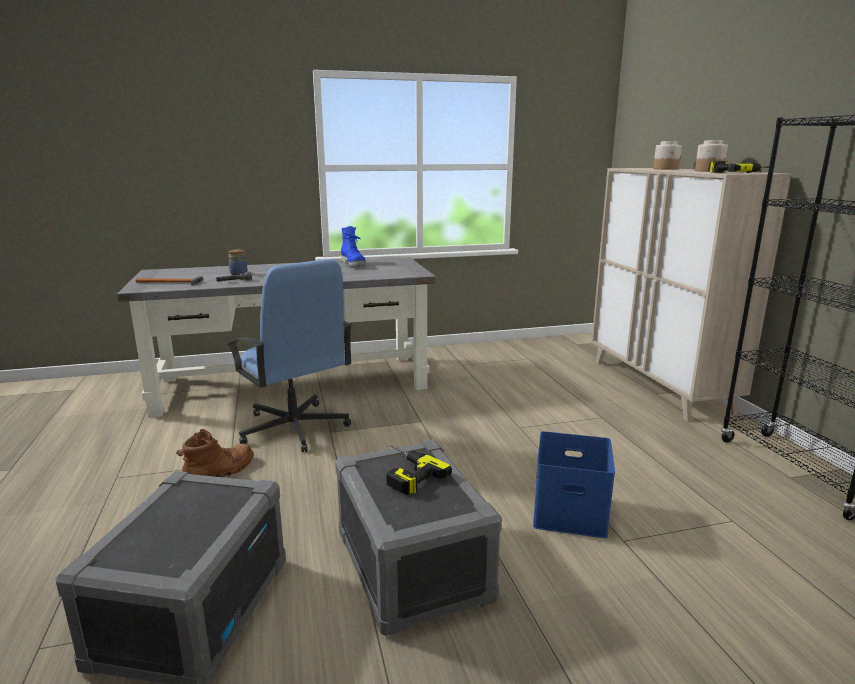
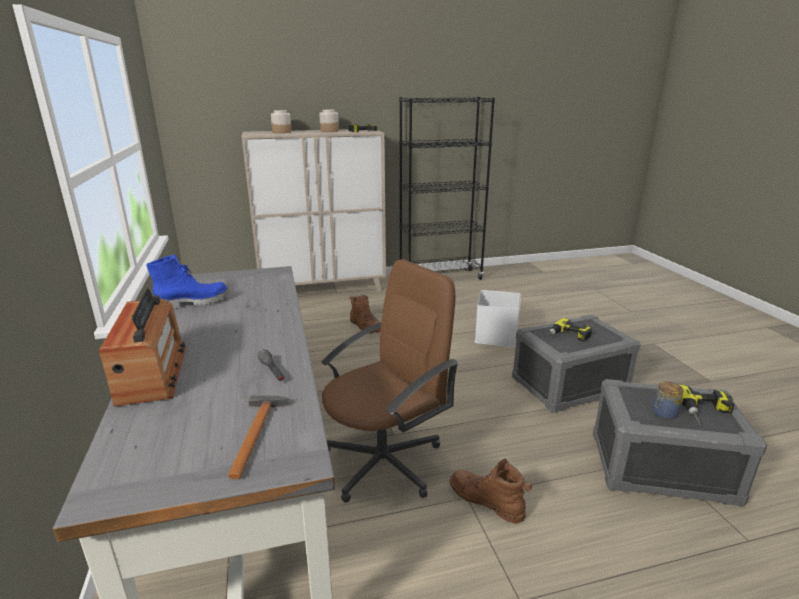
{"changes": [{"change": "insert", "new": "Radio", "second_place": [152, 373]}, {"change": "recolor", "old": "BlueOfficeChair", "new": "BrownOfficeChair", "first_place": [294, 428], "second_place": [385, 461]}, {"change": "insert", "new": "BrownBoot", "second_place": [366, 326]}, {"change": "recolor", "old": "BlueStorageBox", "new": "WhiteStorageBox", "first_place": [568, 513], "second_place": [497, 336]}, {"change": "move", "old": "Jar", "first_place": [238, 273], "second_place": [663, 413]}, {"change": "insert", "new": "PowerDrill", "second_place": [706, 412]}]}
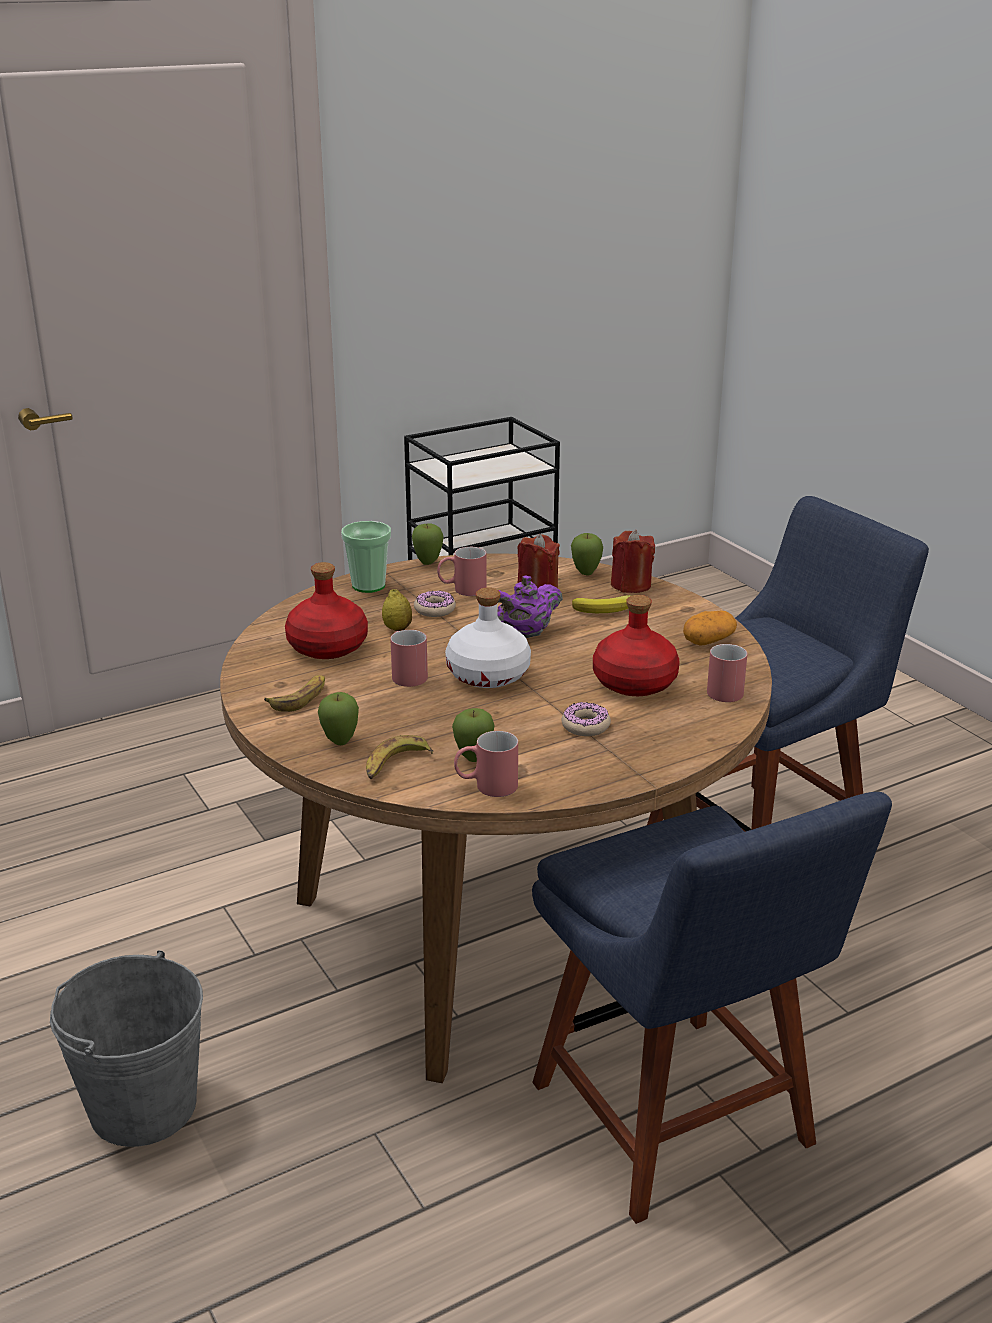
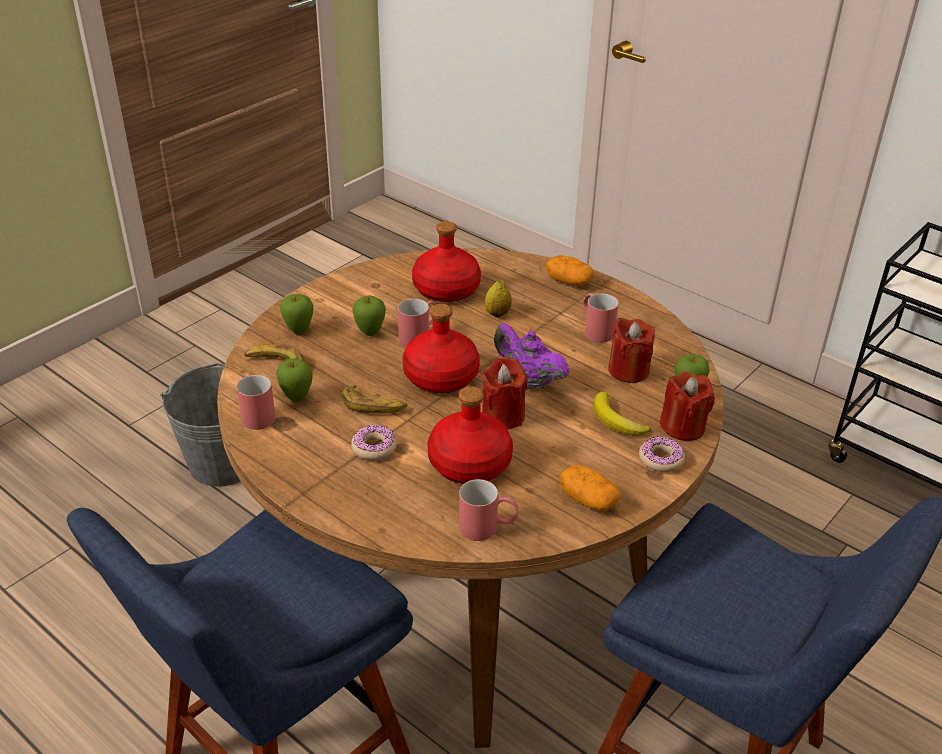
{"changes": [{"change": "move", "old": "Banana", "first_place": [300, 698], "second_place": [374, 406]}, {"change": "move", "old": "Apple", "first_place": [428, 563], "second_place": [370, 333]}, {"change": "recolor", "old": "WhiteBottle", "new": "RedBottle", "first_place": [488, 675], "second_place": [440, 377]}, {"change": "insert", "new": "RedCandle", "second_place": [503, 416]}, {"change": "replace", "old": "Cup", "new": "Potato", "first_place": [368, 586], "second_place": [568, 282]}, {"change": "move", "old": "Donut", "first_place": [434, 609], "second_place": [661, 459]}]}
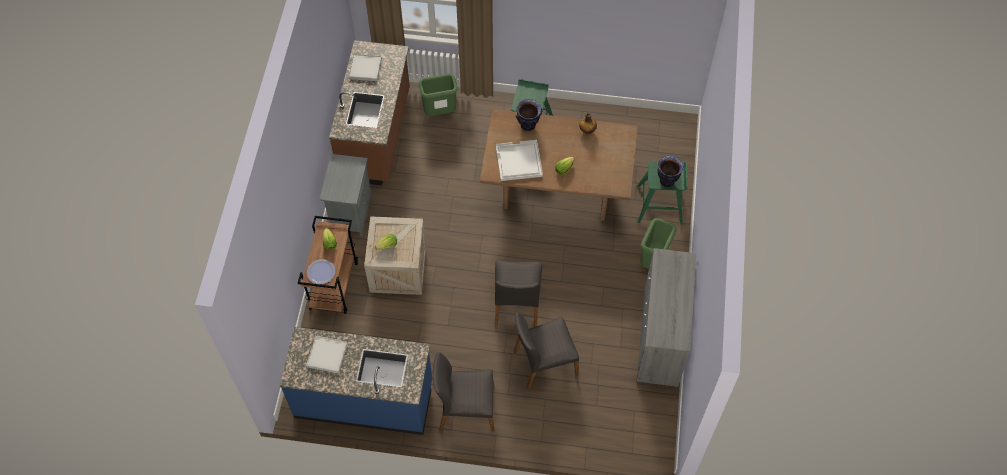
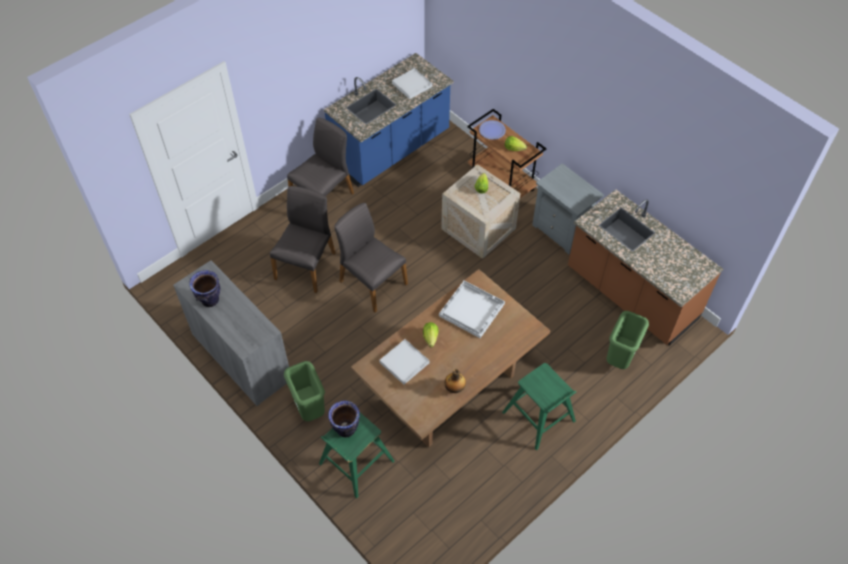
{"changes": [{"change": "move", "old": "Vase", "first_place": [528, 125], "second_place": [210, 300]}, {"change": "move", "old": "WhiteTray", "first_place": [365, 68], "second_place": [404, 363]}]}
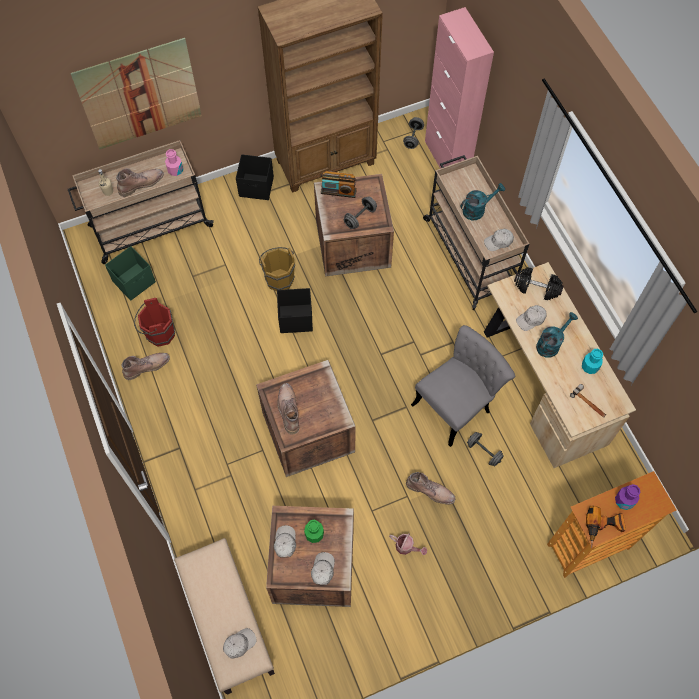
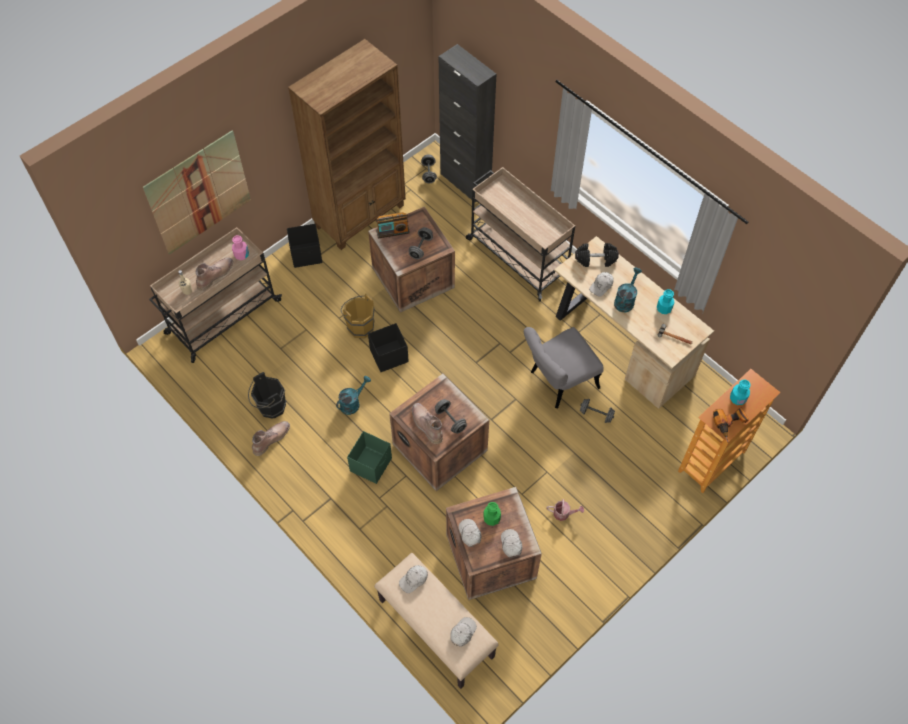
{"changes": [{"change": "recolor", "old": "RedBucket", "new": "BlackBucket", "first_place": [158, 334], "second_place": [270, 408]}, {"change": "move", "old": "TurquoiseWateringCan", "first_place": [477, 209], "second_place": [352, 403]}, {"change": "move", "old": "GreenStorageBox", "first_place": [135, 282], "second_place": [371, 464]}, {"change": "move", "old": "WhiteCap", "first_place": [498, 242], "second_place": [414, 580]}, {"change": "insert", "new": "GreyDumbbell", "second_place": [450, 420]}, {"change": "recolor", "old": "PinkCabinet", "new": "BlackCabinet", "first_place": [447, 158], "second_place": [465, 182]}, {"change": "rotate", "old": "GreyChair", "first_place": [457, 404], "second_place": [558, 382], "degrees": -150}, {"change": "recolor", "old": "PurpleBottle", "new": "TurquoiseBottle", "first_place": [624, 500], "second_place": [737, 398]}, {"change": "delete", "old": "BrownBoot", "first_place": [430, 490]}]}
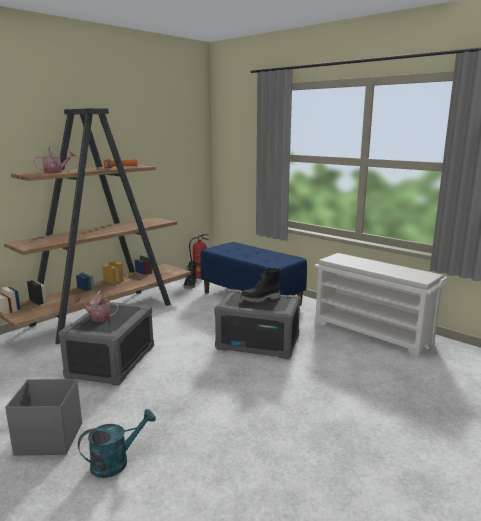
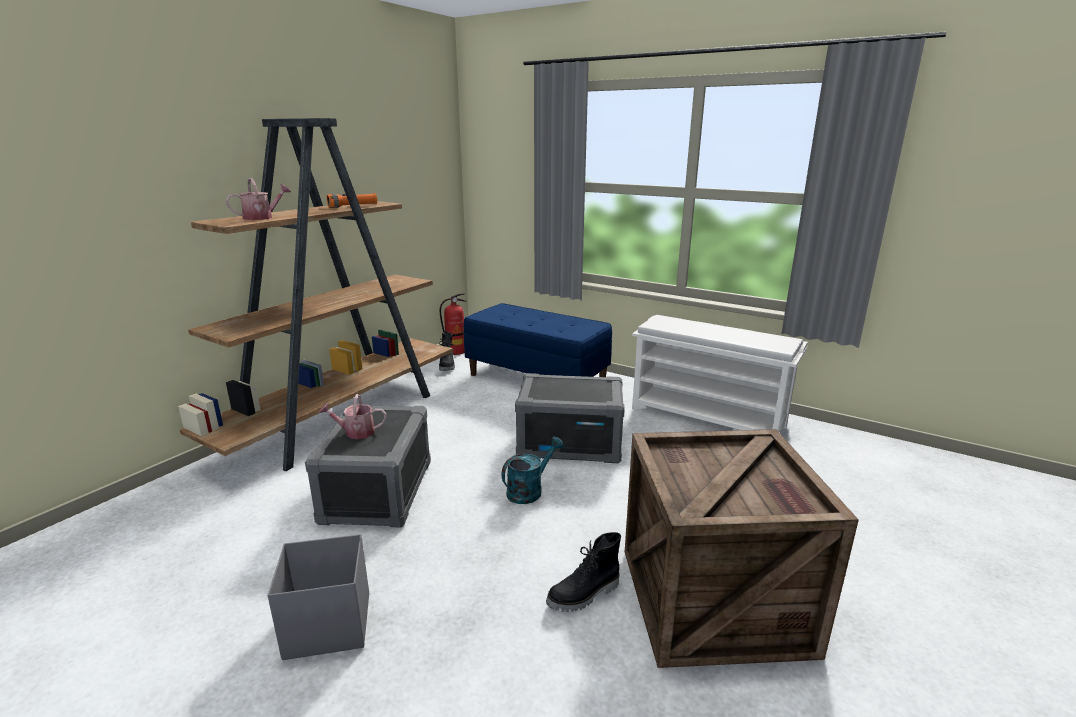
{"changes": [{"change": "move", "old": "TurquoiseWateringCan", "first_place": [116, 462], "second_place": [529, 490]}, {"change": "move", "old": "BlackBoot", "first_place": [260, 299], "second_place": [584, 595]}, {"change": "insert", "new": "Crate", "second_place": [716, 601]}]}
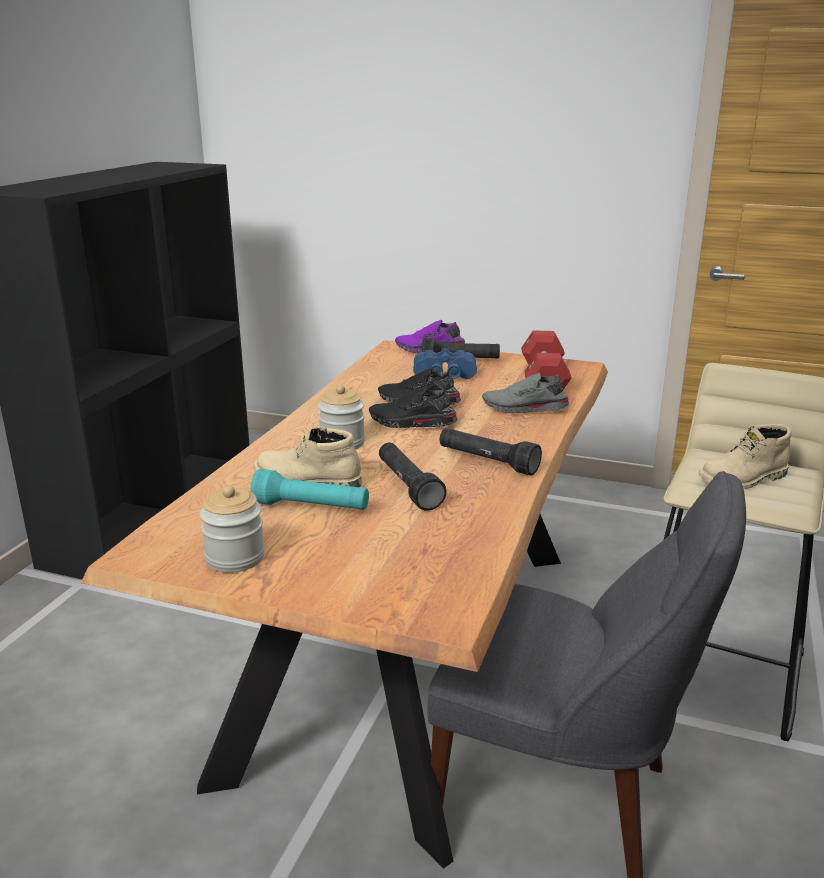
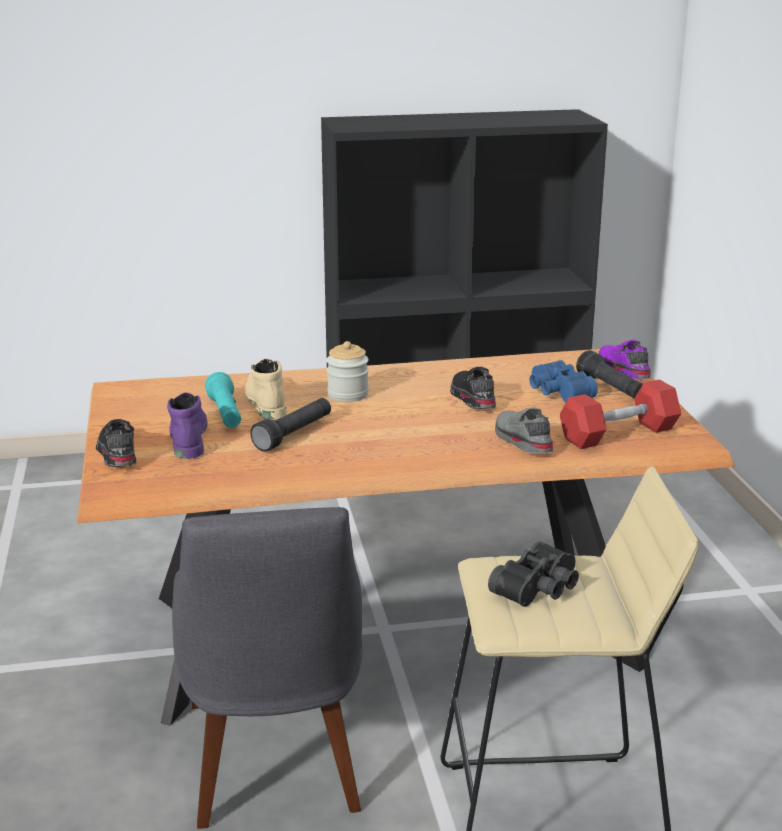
{"changes": [{"change": "move", "old": "BlackShoe", "first_place": [412, 423], "second_place": [117, 453]}, {"change": "insert", "new": "PurpleBoot", "second_place": [187, 438]}, {"change": "replace", "old": "BeigeBoot", "new": "BlackBinoculars", "first_place": [744, 479], "second_place": [539, 589]}, {"change": "delete", "old": "Jar", "first_place": [235, 558]}, {"change": "delete", "old": "BlackFlashlight", "first_place": [487, 462]}]}
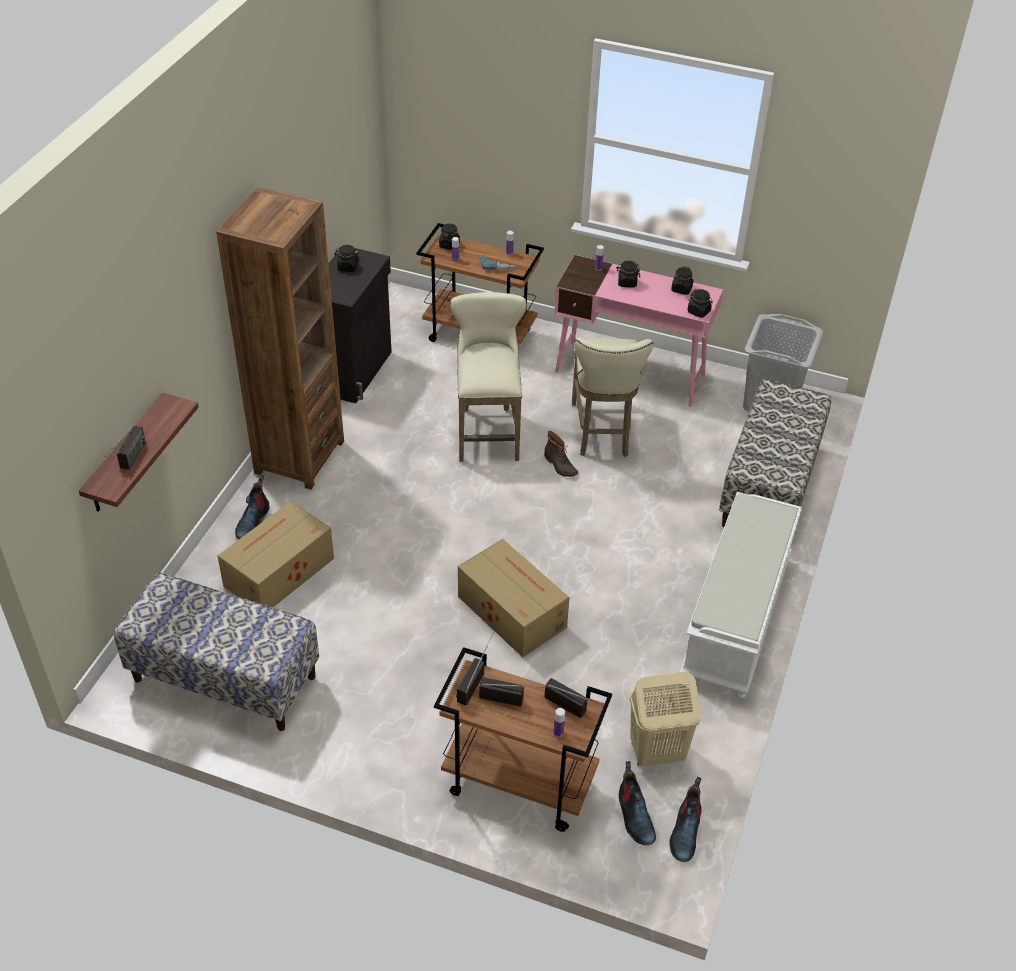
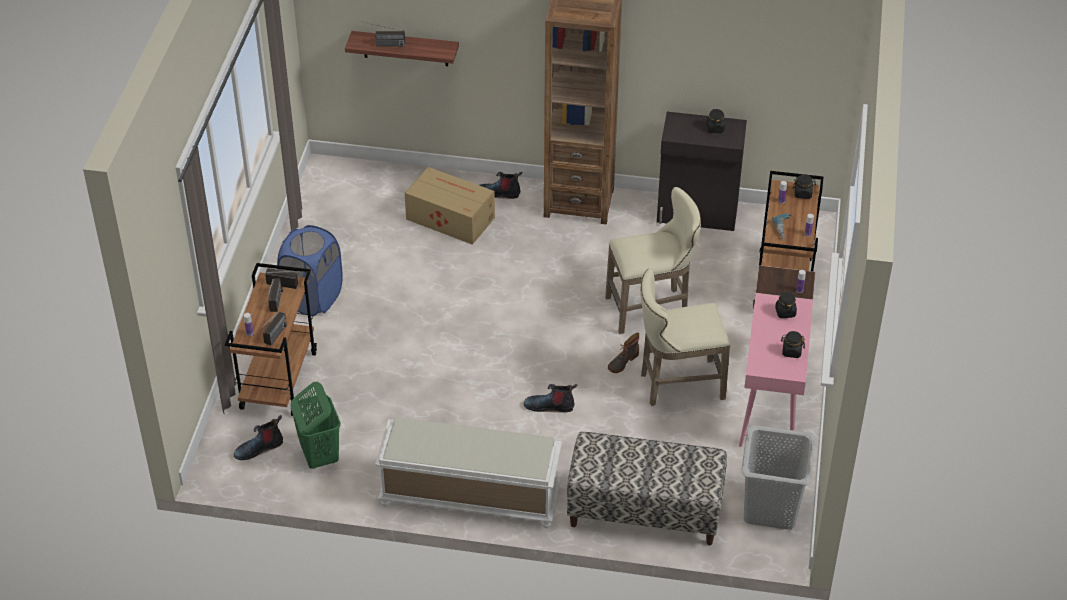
{"changes": [{"change": "insert", "new": "BlueLaundryBasket", "second_place": [313, 298]}, {"change": "recolor", "old": "BeigeLaundryBasket", "new": "GreenLaundryBasket", "first_place": [656, 752], "second_place": [319, 455]}, {"change": "move", "old": "Boot", "first_place": [685, 832], "second_place": [550, 406]}, {"change": "delete", "old": "Bench", "first_place": [224, 679]}, {"change": "delete", "old": "CardboardBox", "first_place": [511, 610]}, {"change": "delete", "old": "BlackJar", "first_place": [699, 311]}]}
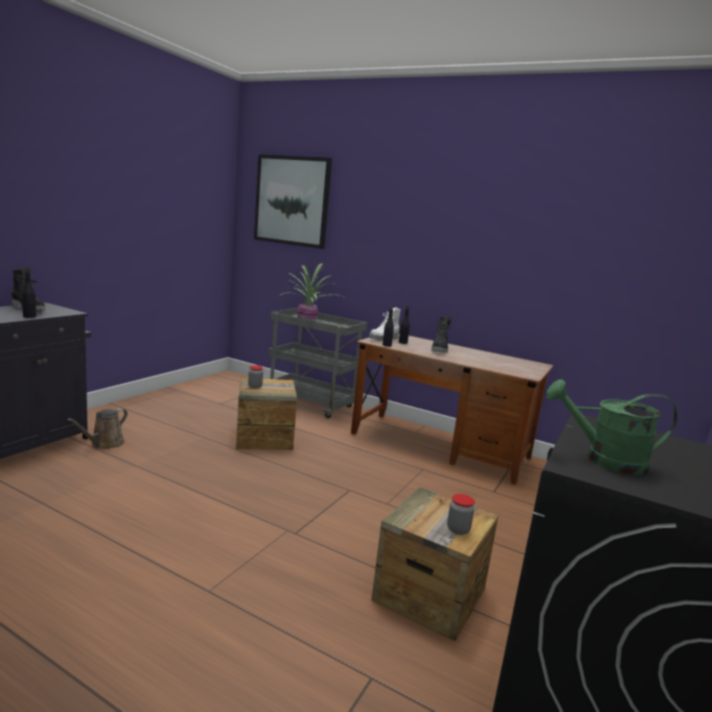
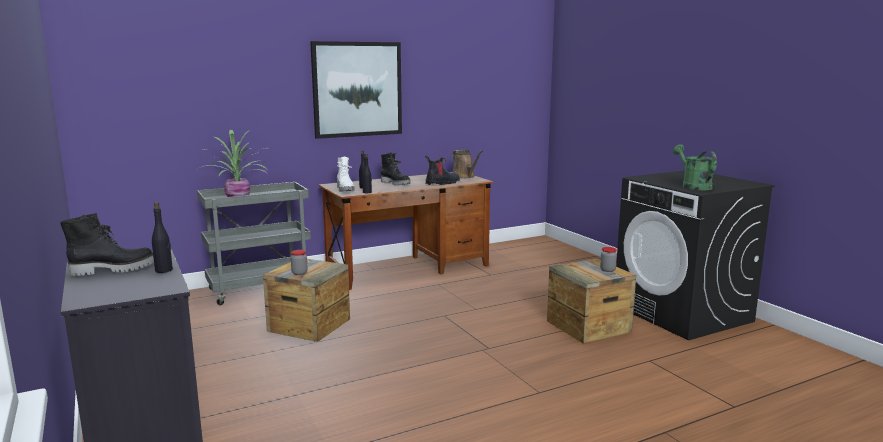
{"changes": [{"change": "move", "old": "Picture", "first_place": [292, 201], "second_place": [357, 89]}, {"change": "insert", "new": "Boot", "second_place": [442, 183]}, {"change": "move", "old": "BrownWateringCan", "first_place": [105, 444], "second_place": [464, 176]}, {"change": "rotate", "old": "GreenWateringCan", "first_place": [605, 460], "second_place": [693, 186], "degrees": 120}]}
